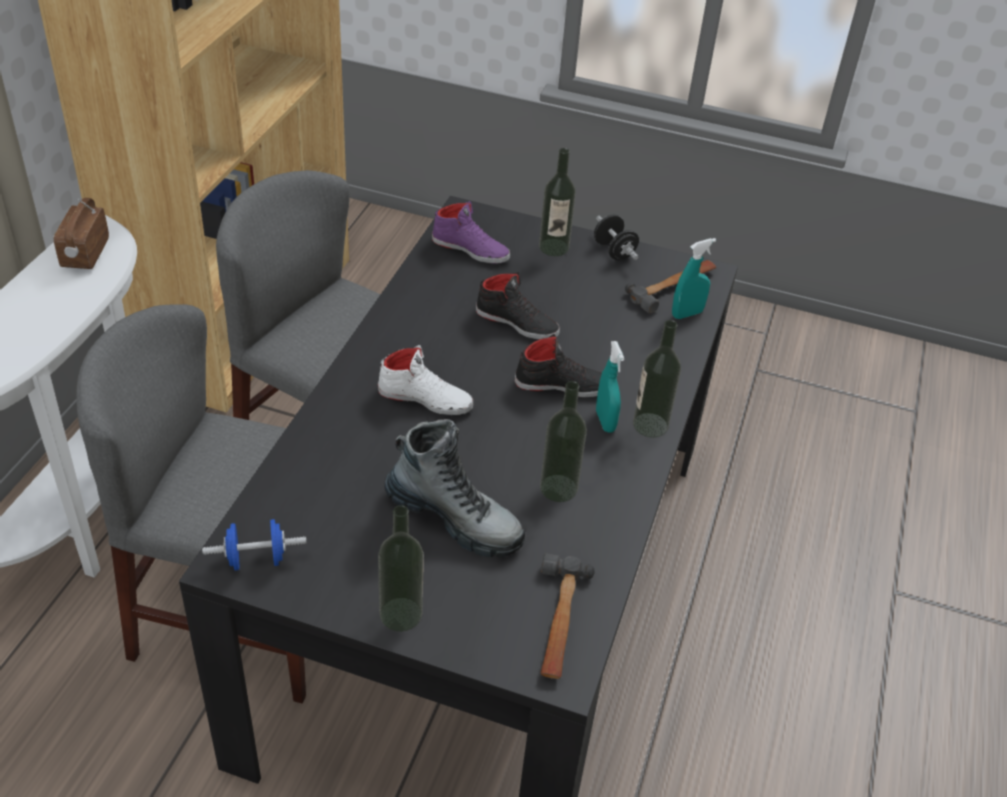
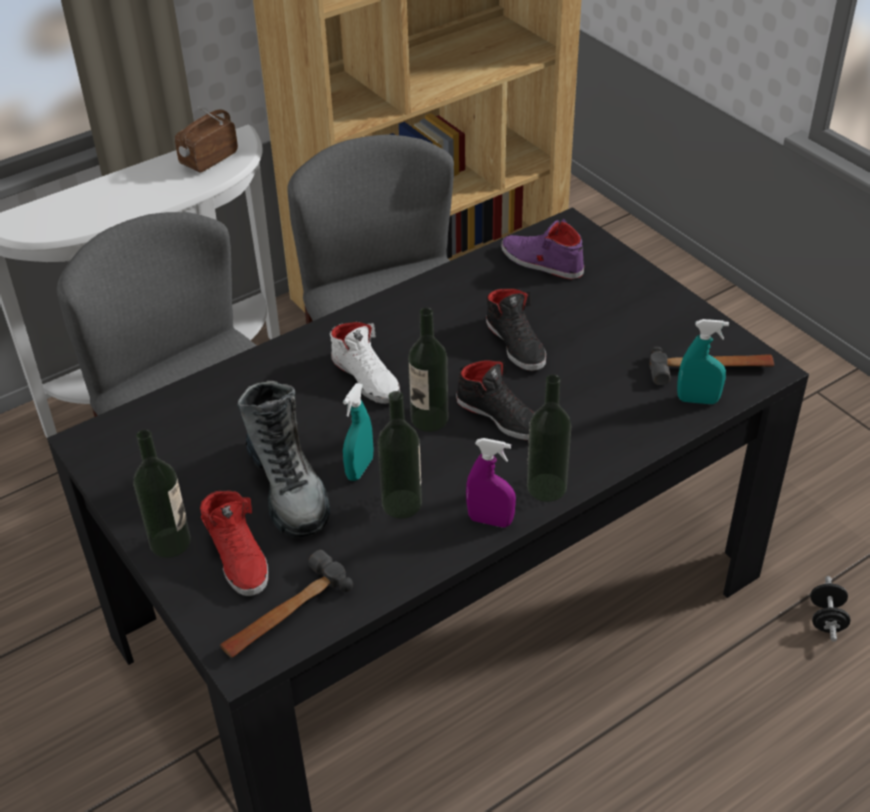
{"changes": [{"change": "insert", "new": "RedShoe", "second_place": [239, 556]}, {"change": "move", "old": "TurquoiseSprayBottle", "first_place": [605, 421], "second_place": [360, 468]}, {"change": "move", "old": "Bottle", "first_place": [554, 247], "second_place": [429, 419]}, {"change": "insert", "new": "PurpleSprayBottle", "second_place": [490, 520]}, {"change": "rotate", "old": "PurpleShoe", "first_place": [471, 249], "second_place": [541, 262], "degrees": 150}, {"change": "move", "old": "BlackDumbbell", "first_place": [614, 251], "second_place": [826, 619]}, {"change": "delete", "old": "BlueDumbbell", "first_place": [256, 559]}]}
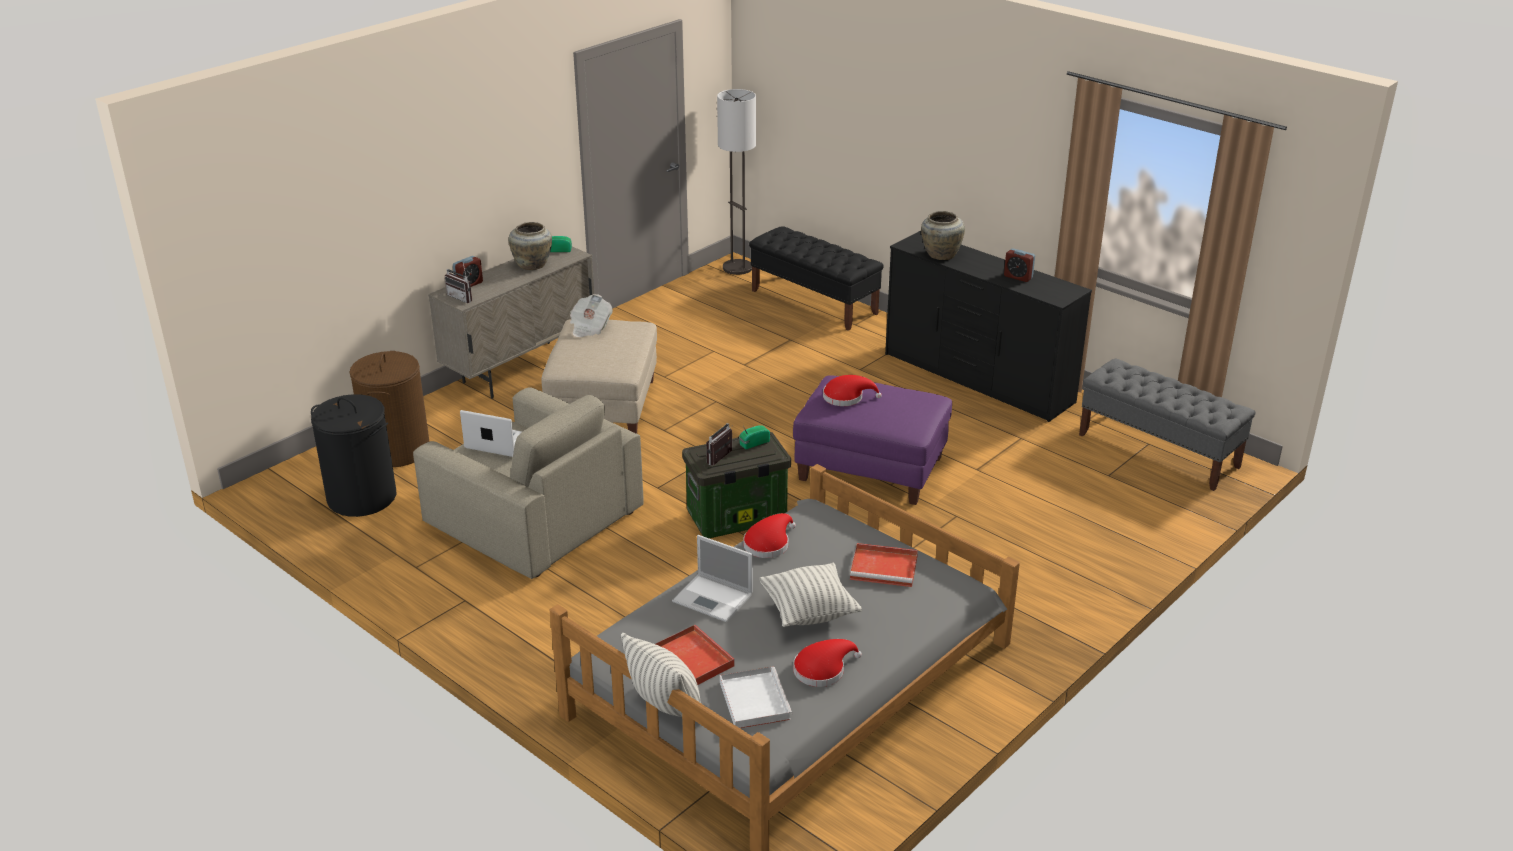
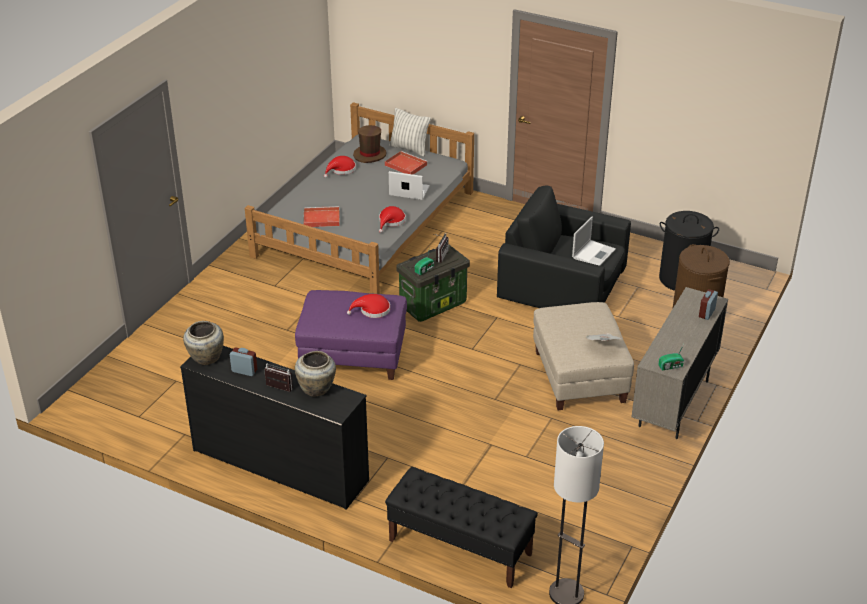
{"changes": [{"change": "move", "old": "BeigeVase", "first_place": [533, 265], "second_place": [205, 358]}, {"change": "move", "old": "Radio", "first_place": [462, 297], "second_place": [277, 389]}, {"change": "replace", "old": "WhiteTray", "new": "BrownHat", "first_place": [753, 699], "second_place": [370, 155]}, {"change": "recolor", "old": "BeigeArmchair", "new": "BlackArmchair", "first_place": [532, 517], "second_place": [563, 284]}, {"change": "rotate", "old": "Laptop", "first_place": [498, 442], "second_place": [594, 253], "degrees": -60}, {"change": "delete", "old": "Pillow", "first_place": [809, 612]}, {"change": "delete", "old": "GreyBench", "first_place": [1159, 451]}]}
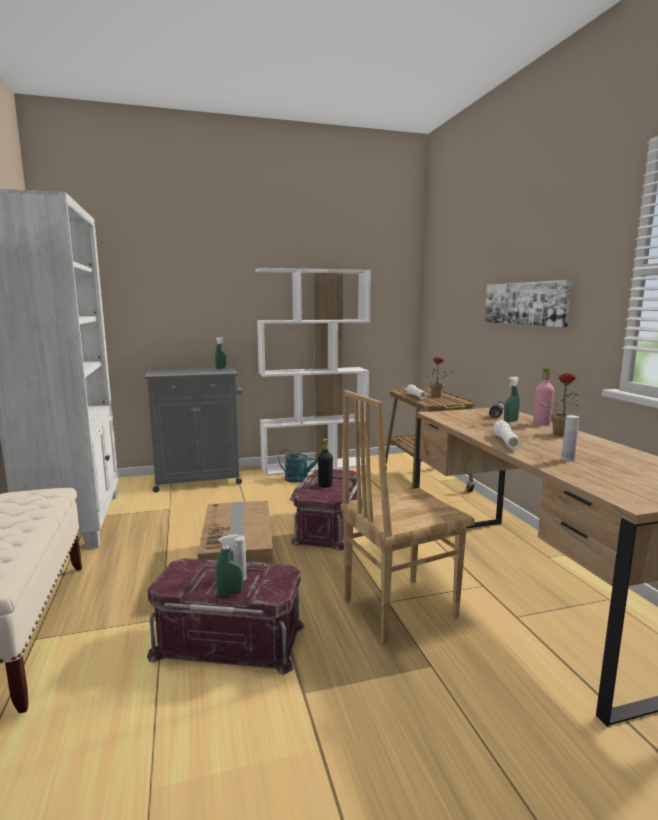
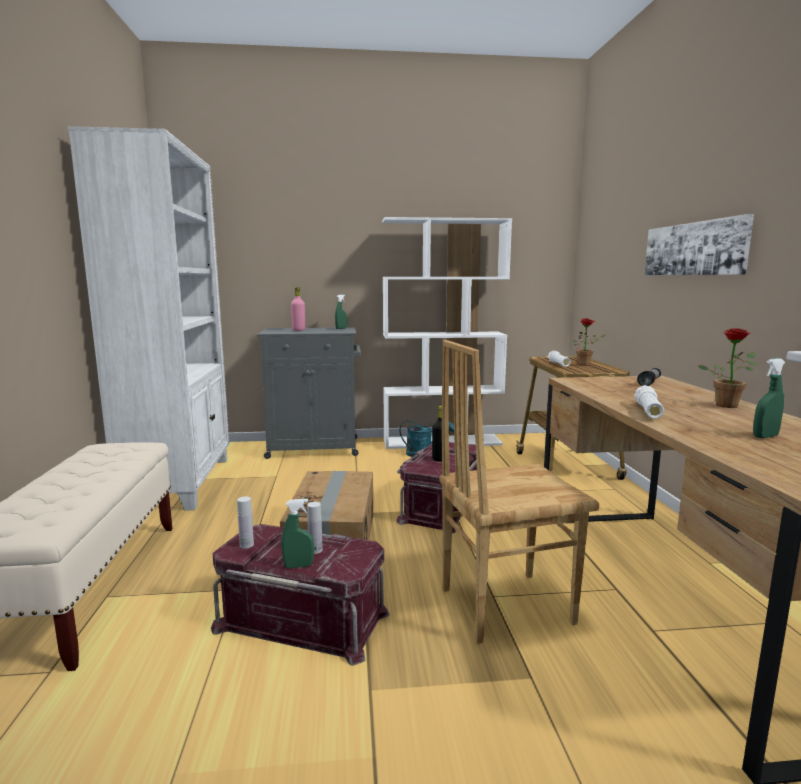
{"changes": [{"change": "move", "old": "WhiteBottle", "first_place": [568, 459], "second_place": [246, 545]}, {"change": "move", "old": "PinkBottle", "first_place": [541, 423], "second_place": [298, 330]}, {"change": "move", "old": "GreenSprayBottle", "first_place": [510, 421], "second_place": [765, 436]}]}
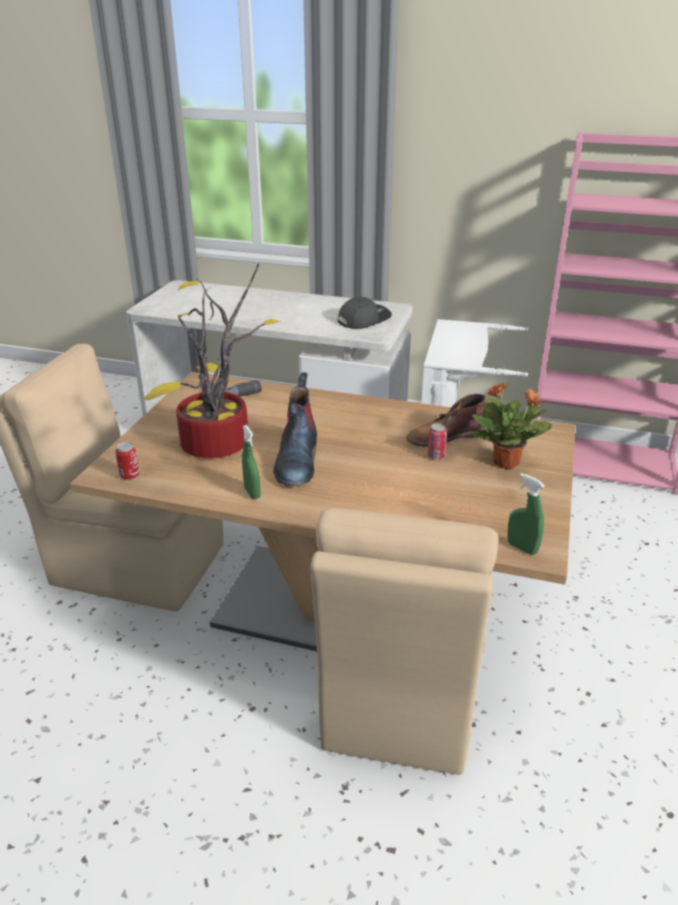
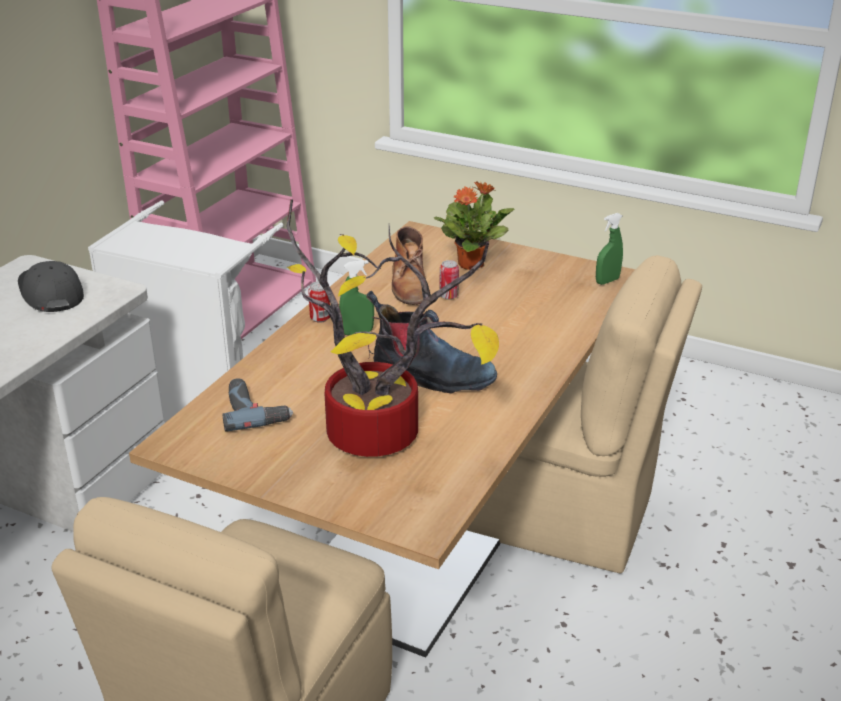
{"changes": [{"change": "move", "old": "Can", "first_place": [129, 476], "second_place": [320, 318]}, {"change": "move", "old": "GreenSprayBottle", "first_place": [252, 492], "second_place": [357, 332]}]}
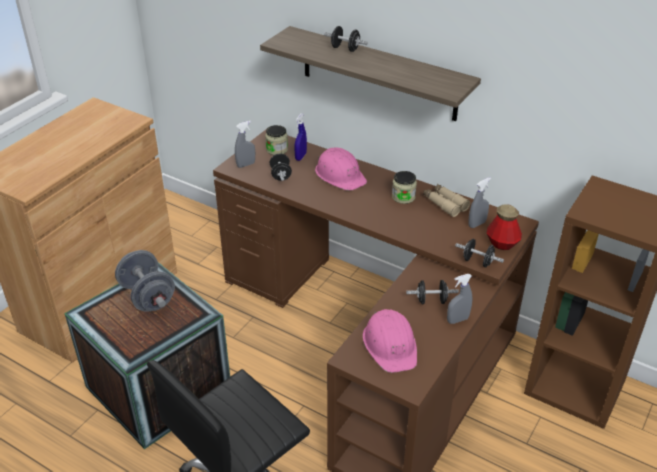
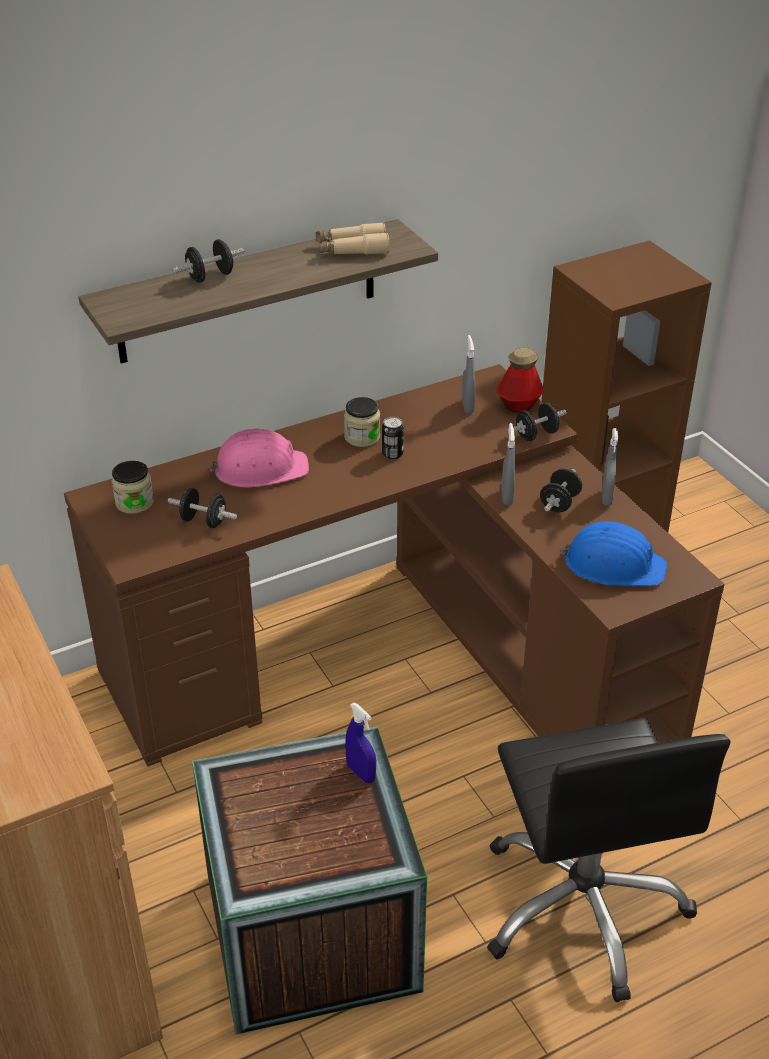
{"changes": [{"change": "move", "old": "BeigeBinoculars", "first_place": [445, 204], "second_place": [352, 249]}, {"change": "move", "old": "BlueSprayBottle", "first_place": [300, 156], "second_place": [361, 773]}, {"change": "insert", "new": "Can", "second_place": [392, 454]}, {"change": "move", "old": "GreySprayBottle", "first_place": [246, 164], "second_place": [507, 497]}, {"change": "recolor", "old": "PinkHardHat", "new": "BlueHardHat", "first_place": [390, 345], "second_place": [613, 565]}, {"change": "delete", "old": "GreyDumbbell", "first_place": [147, 296]}]}
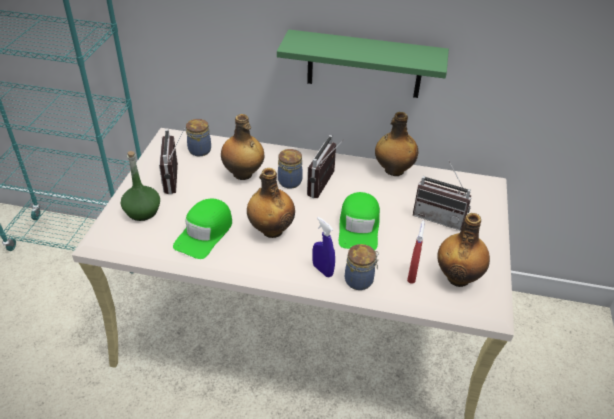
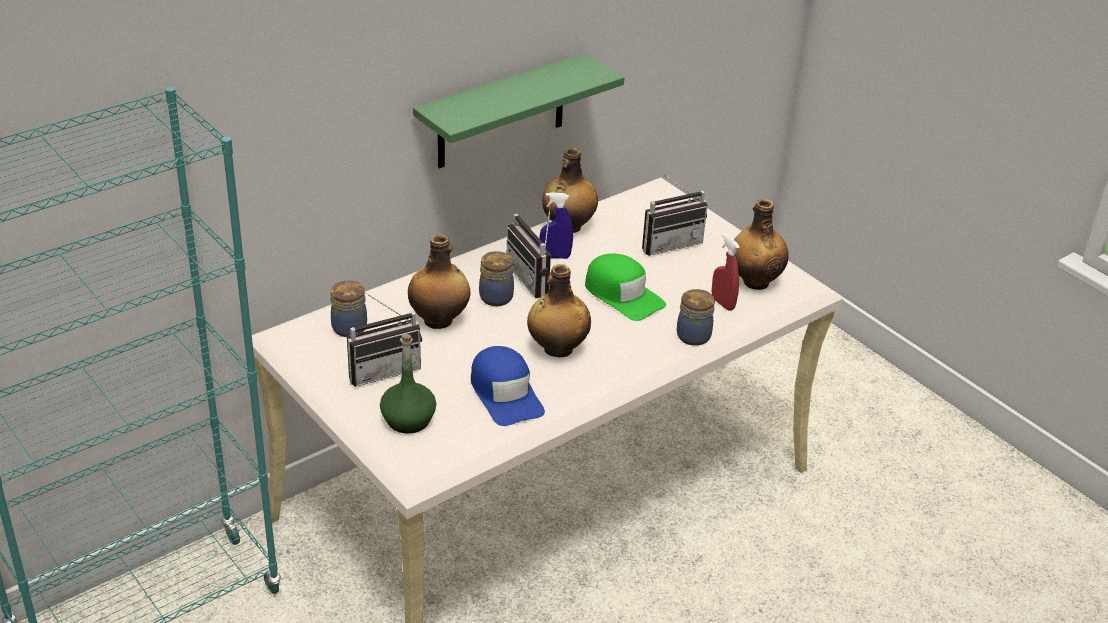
{"changes": [{"change": "rotate", "old": "Radio", "first_place": [177, 179], "second_place": [383, 369], "degrees": -60}, {"change": "recolor", "old": "GreenCap", "new": "BlueCap", "first_place": [205, 233], "second_place": [505, 394]}, {"change": "move", "old": "BlueSprayBottle", "first_place": [322, 270], "second_place": [555, 256]}]}
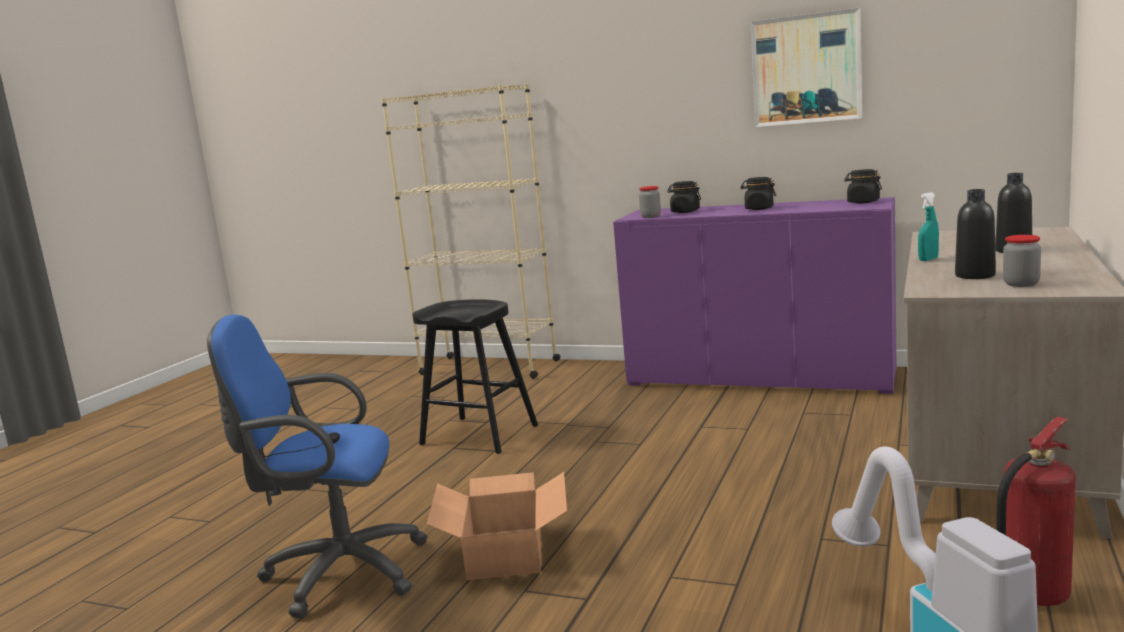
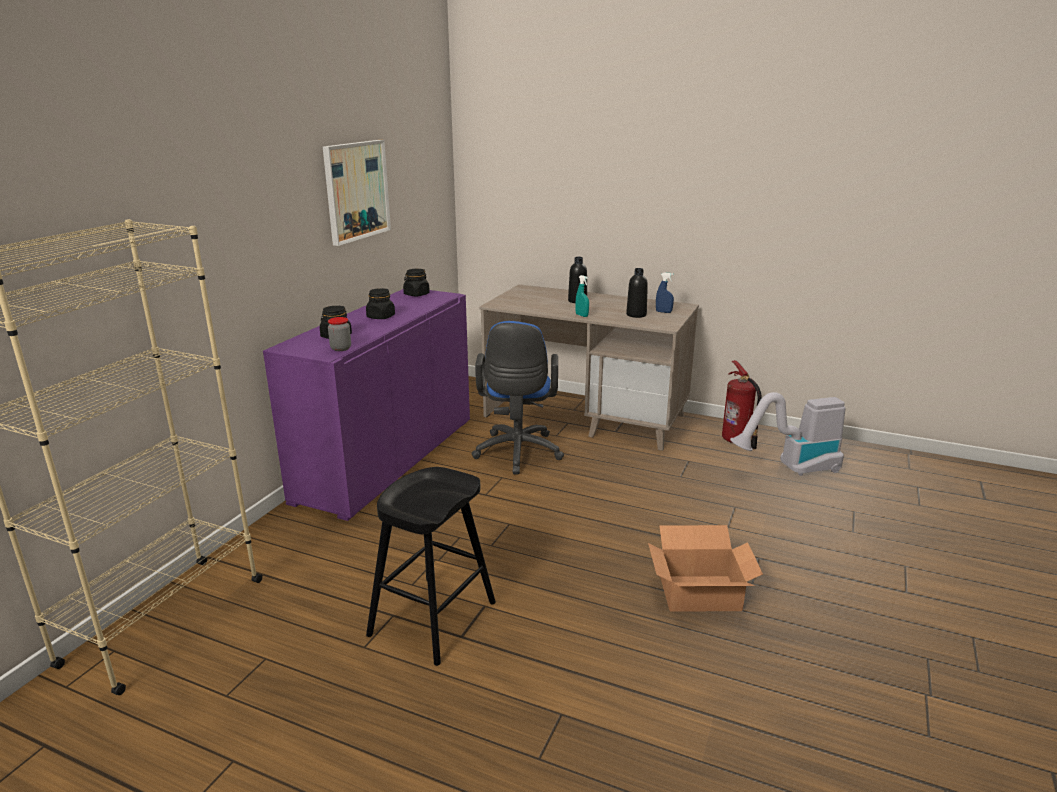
{"changes": [{"change": "move", "old": "BlueOfficeChair", "first_place": [336, 573], "second_place": [517, 454]}, {"change": "replace", "old": "Jar", "new": "BlueSprayBottle", "first_place": [1021, 284], "second_place": [663, 312]}]}
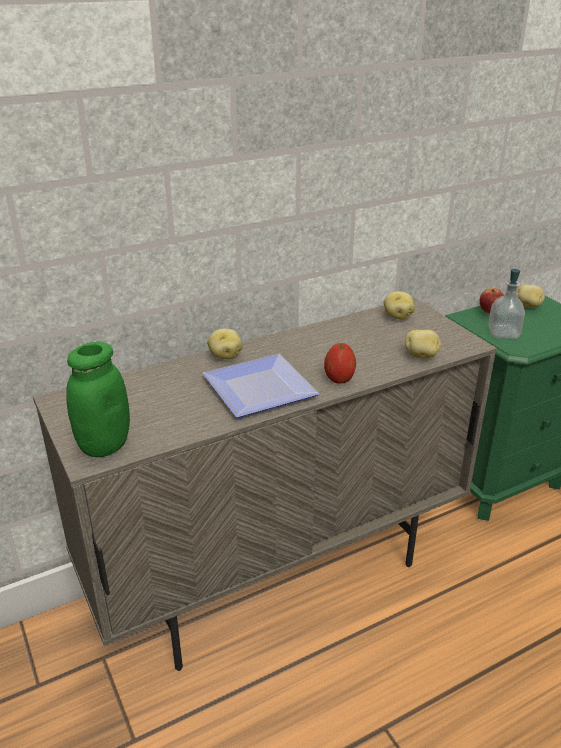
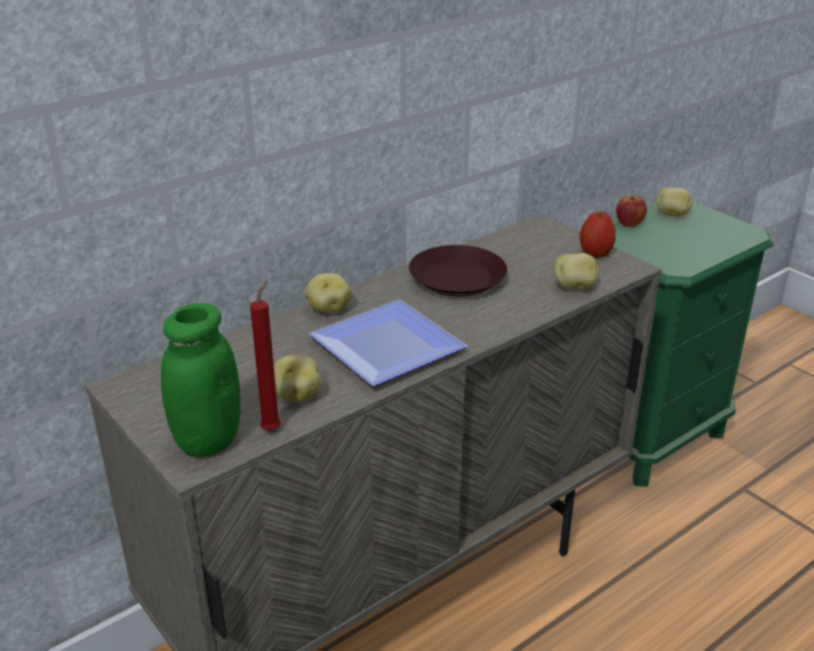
{"changes": [{"change": "insert", "new": "RedCandle", "second_place": [273, 429]}, {"change": "move", "old": "Potato", "first_place": [397, 316], "second_place": [296, 395]}, {"change": "insert", "new": "BrownPlate", "second_place": [458, 279]}, {"change": "move", "old": "Apple", "first_place": [339, 379], "second_place": [596, 253]}, {"change": "delete", "old": "SoapDispenser", "first_place": [503, 333]}]}
